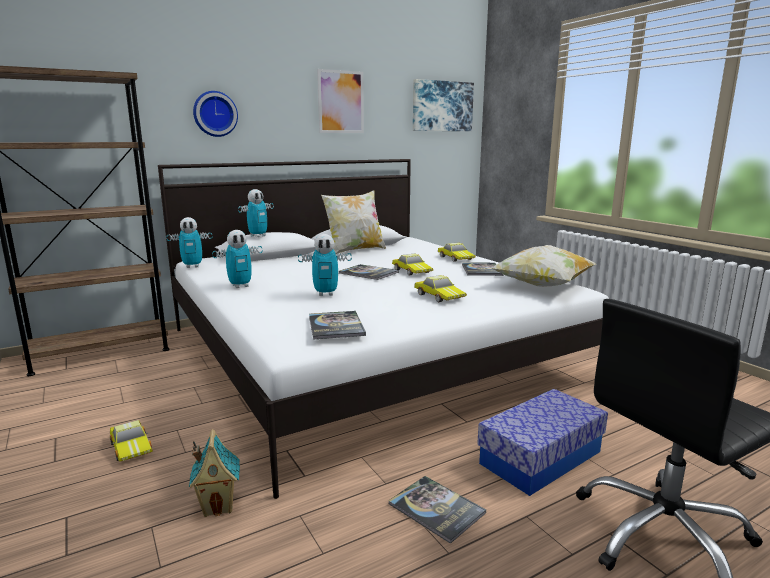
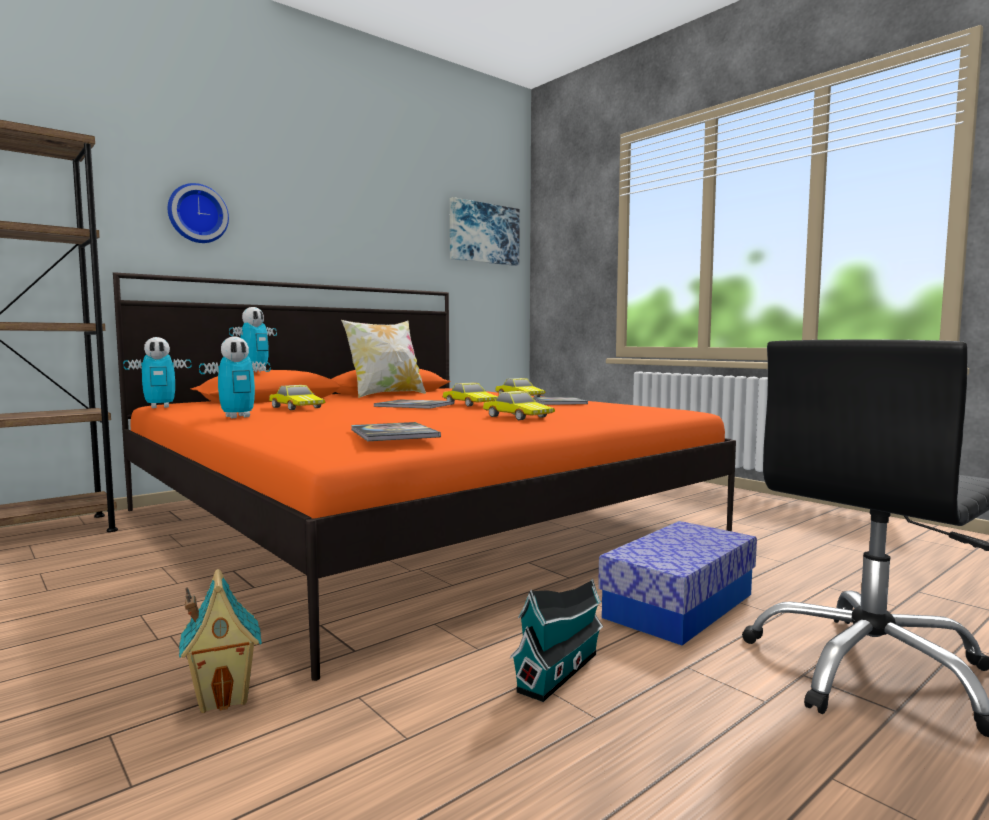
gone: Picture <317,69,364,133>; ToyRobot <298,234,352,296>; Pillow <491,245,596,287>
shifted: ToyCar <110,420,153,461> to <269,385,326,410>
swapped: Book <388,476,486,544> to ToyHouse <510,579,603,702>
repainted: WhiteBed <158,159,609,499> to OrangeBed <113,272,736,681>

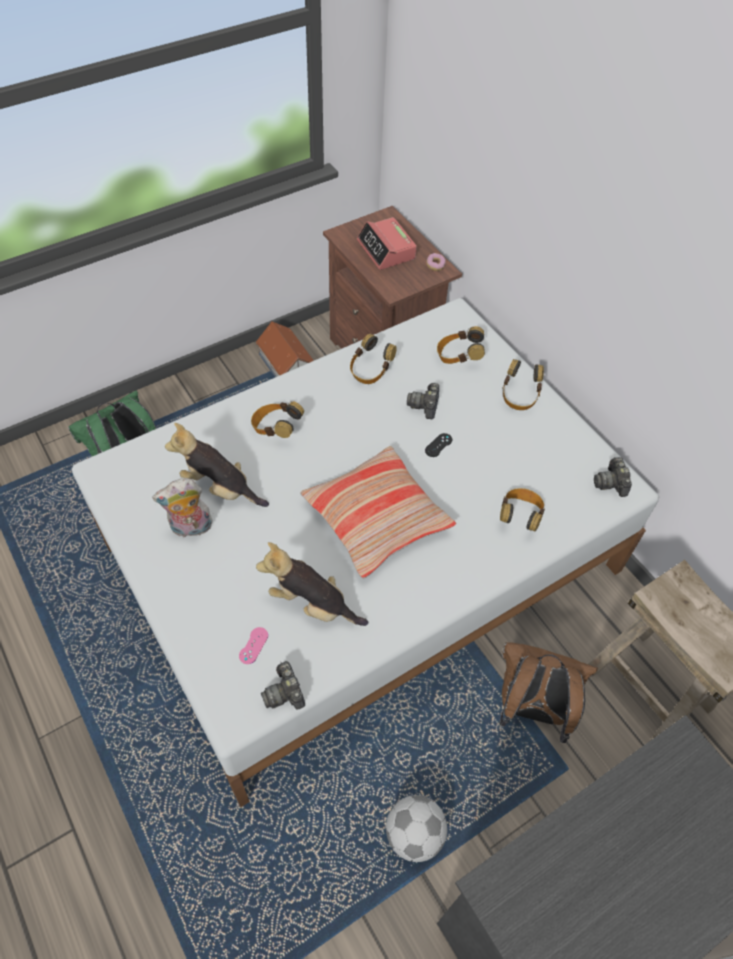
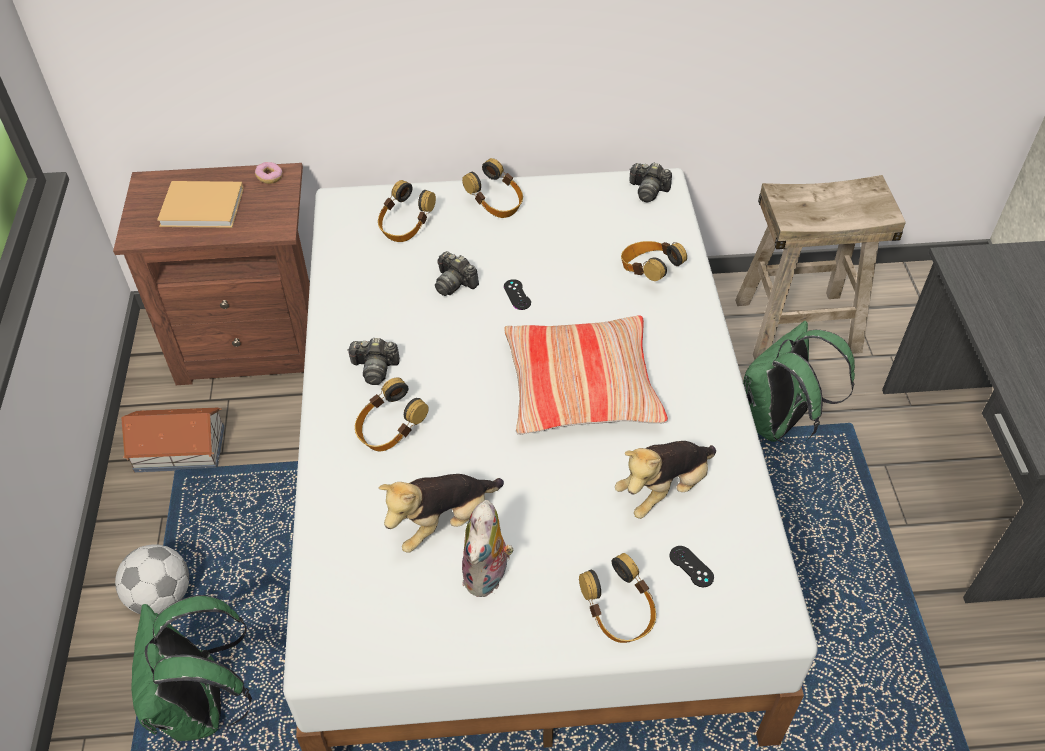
shifted: Headphones <350,333,397,384> to <579,553,656,643>; PhotoCamera <261,661,305,709> to <347,338,400,385>; Football <386,795,447,862> to <115,544,189,614>
swapped: AlarmClock <357,217,417,270> to BeigeBook <157,181,244,228>
repainted: PinkGameController <239,627,268,664> to BlackGameController <669,546,714,587>; BrownBackpack <500,642,598,743> to GreenBackpack <743,321,855,445>

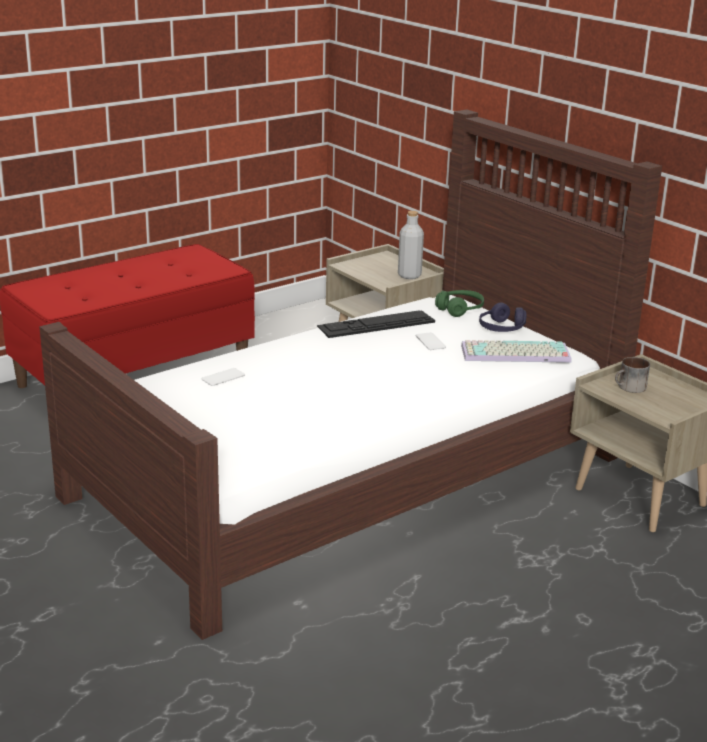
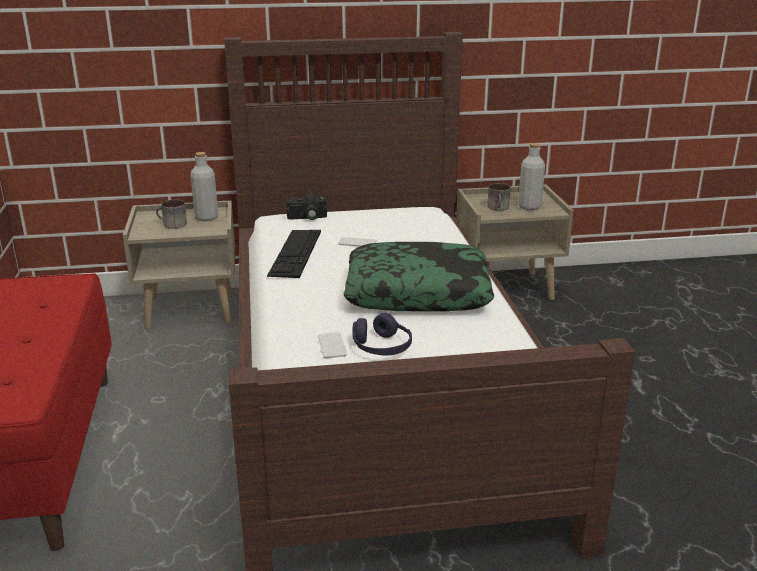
gone: Keyboard <461,340,572,363>
new: GreyBottle <518,143,545,210>; Mug <156,200,187,229>; Pillow <344,242,494,312>
shifted: PurpleHeadphones <479,302,526,332> to <352,313,412,356>
swapped: GreenHeadphones <435,290,484,317> to PhotoCamera <286,194,327,220>

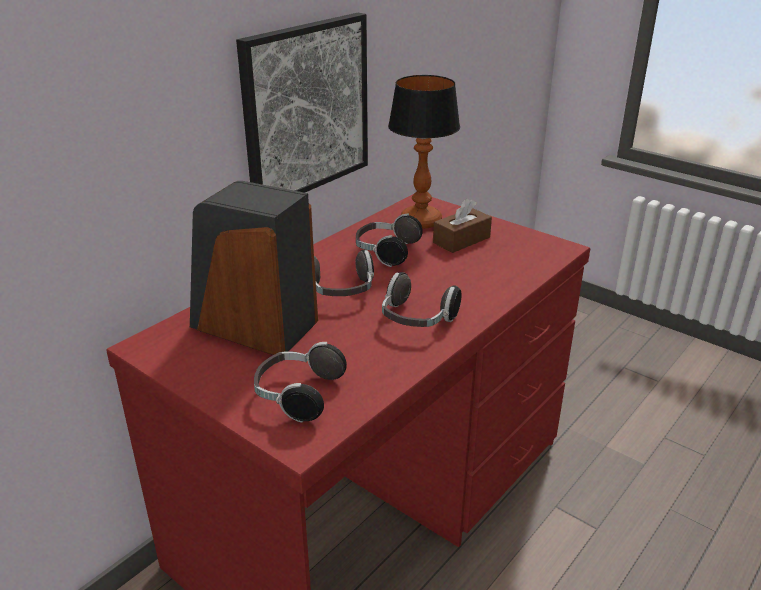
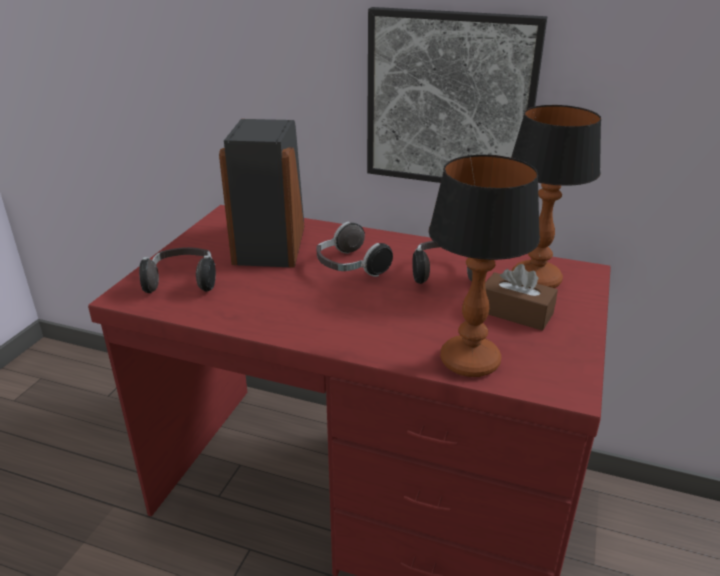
gone: Headphones <382,272,462,327>
new: TableLamp <429,154,540,377>

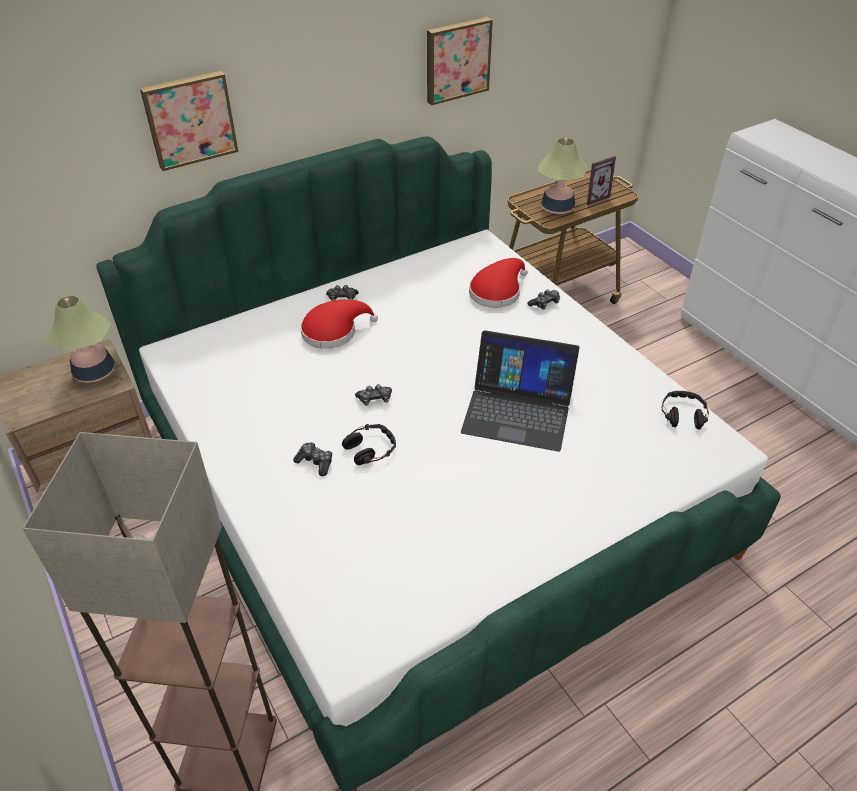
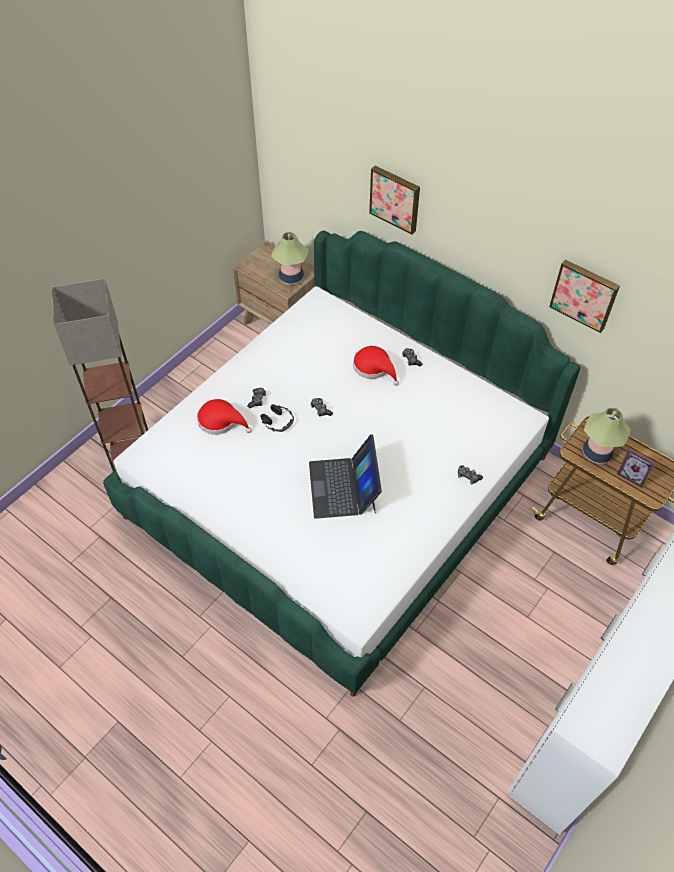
gone: Headphones <661,391,709,429>
shifted: RedHat <469,258,528,308> to <197,399,252,435>

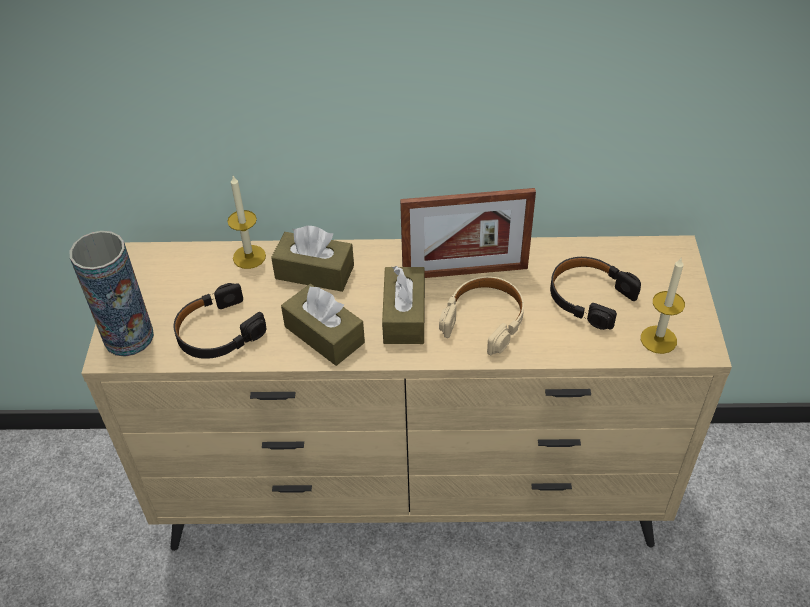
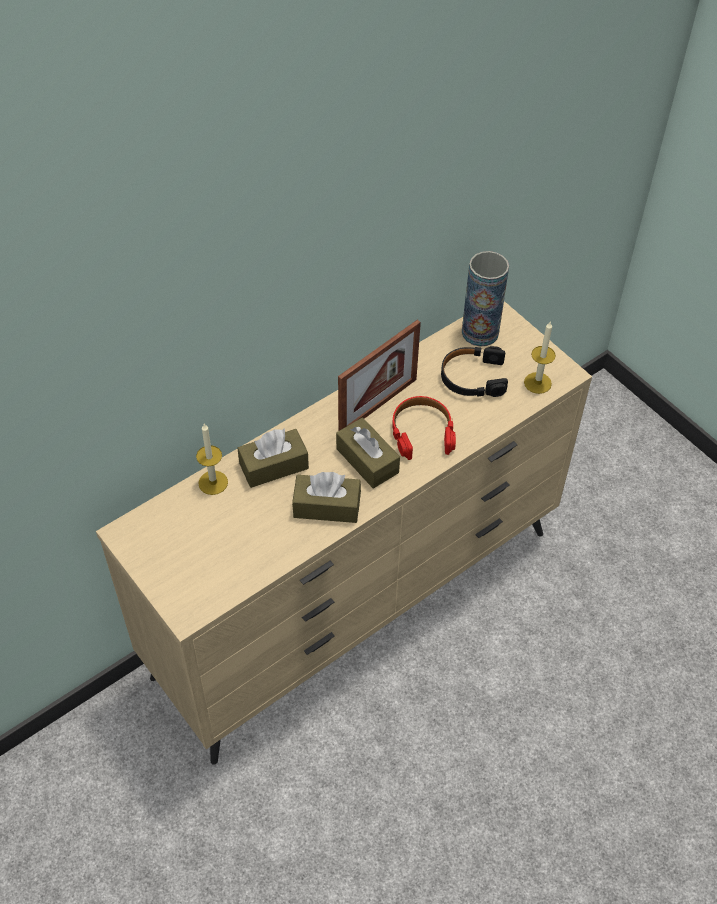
gone: BlackHeadphones <174,283,266,359>
shifted: Vase <70,231,154,357> to <462,251,509,347>
repainted: BeigeHeadphones <439,276,524,355> to RedHeadphones <392,396,456,460>

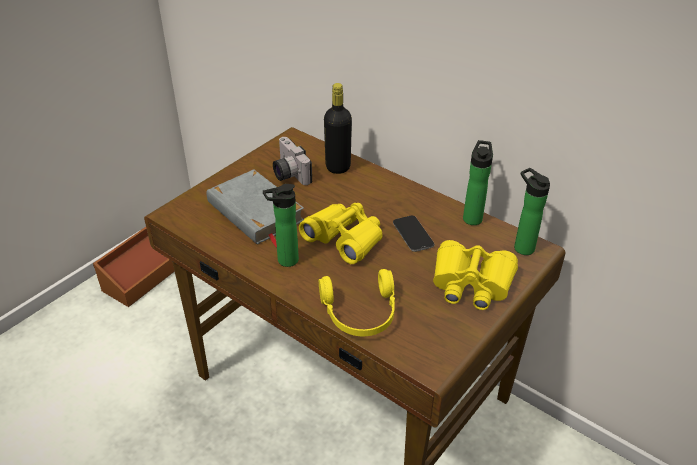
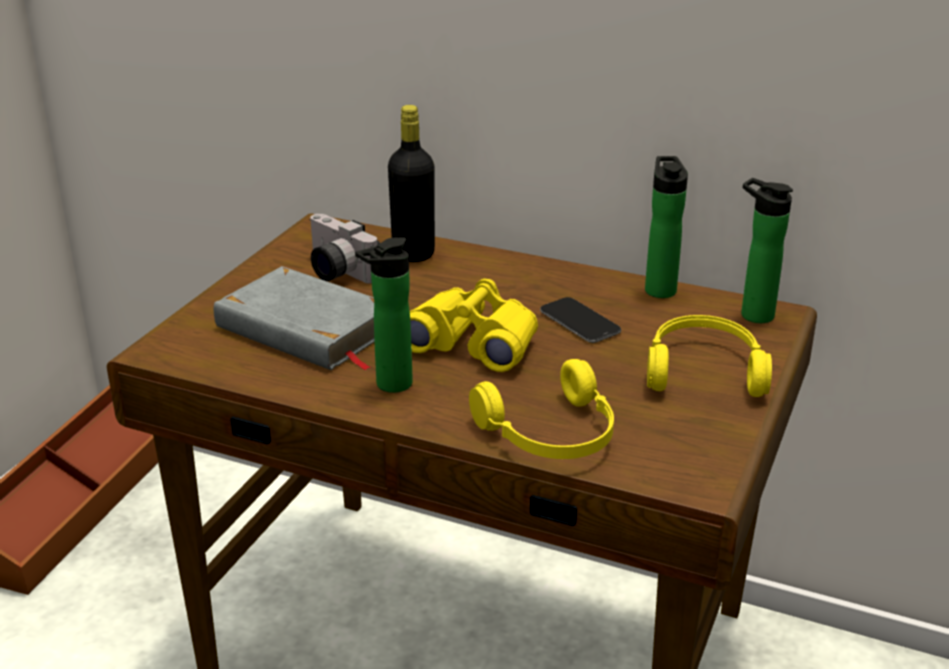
swapped: YellowBinoculars <433,240,518,310> to YellowHeadphones <647,315,772,397>

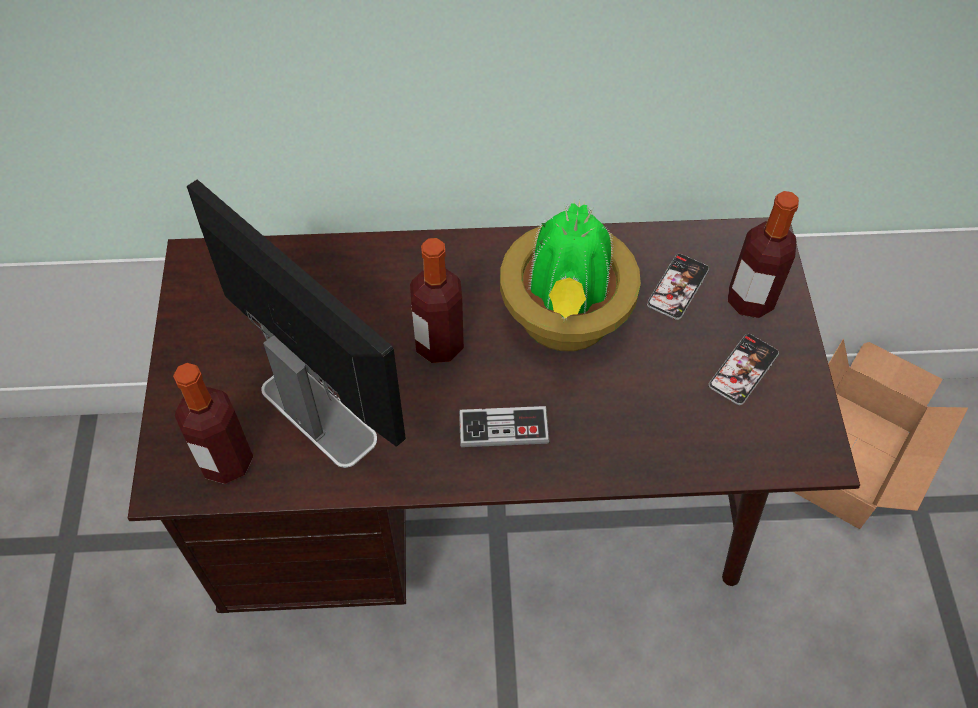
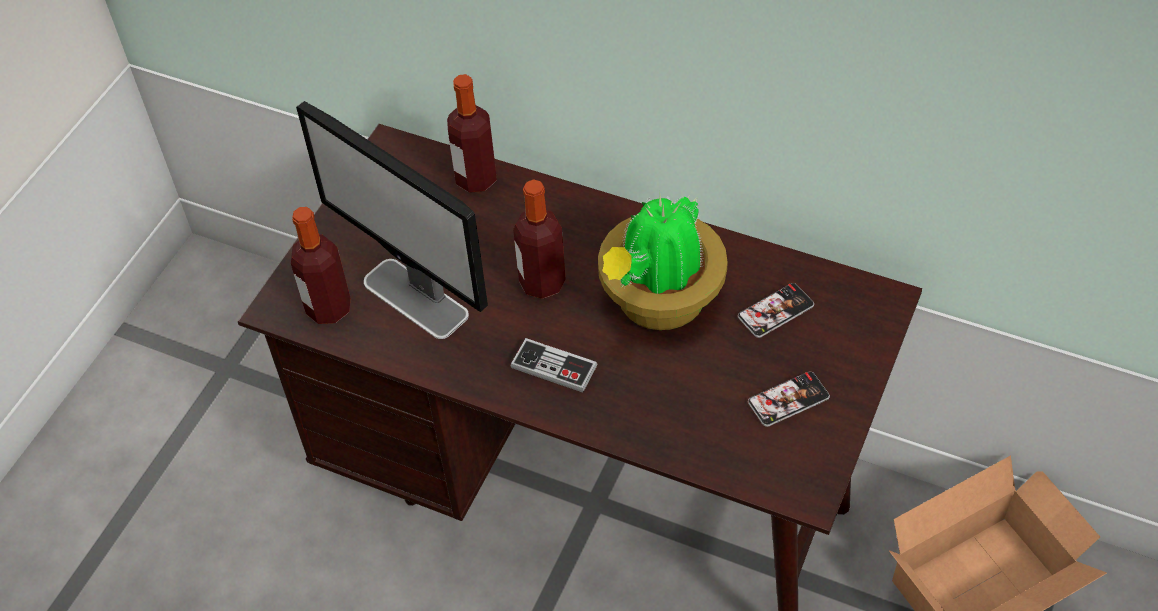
shifted: Bottle <728,191,799,318> to <447,74,497,193>
rotated: Monitor <187,179,406,468> = <296,101,488,339> 150 degrees clockwise

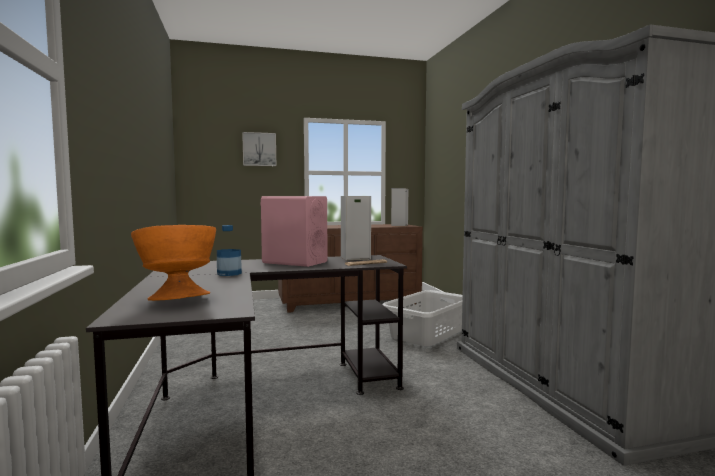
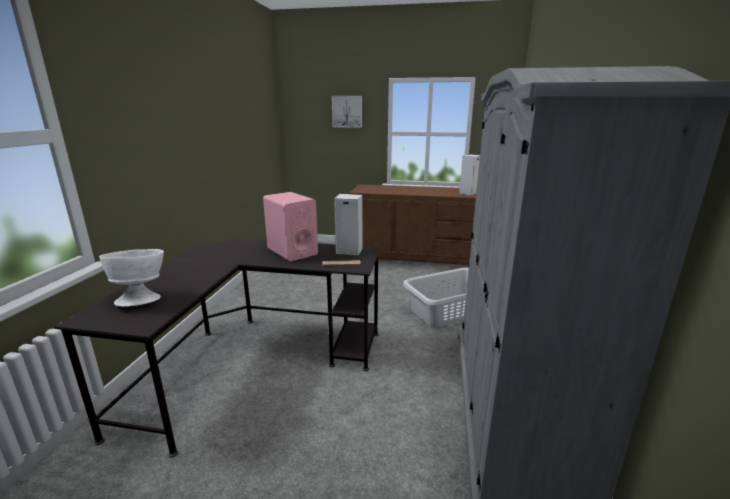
gone: Bottle <217,225,242,276>
repainted: OrangeBowl <131,225,216,301> to WhiteBowl <99,249,164,307>

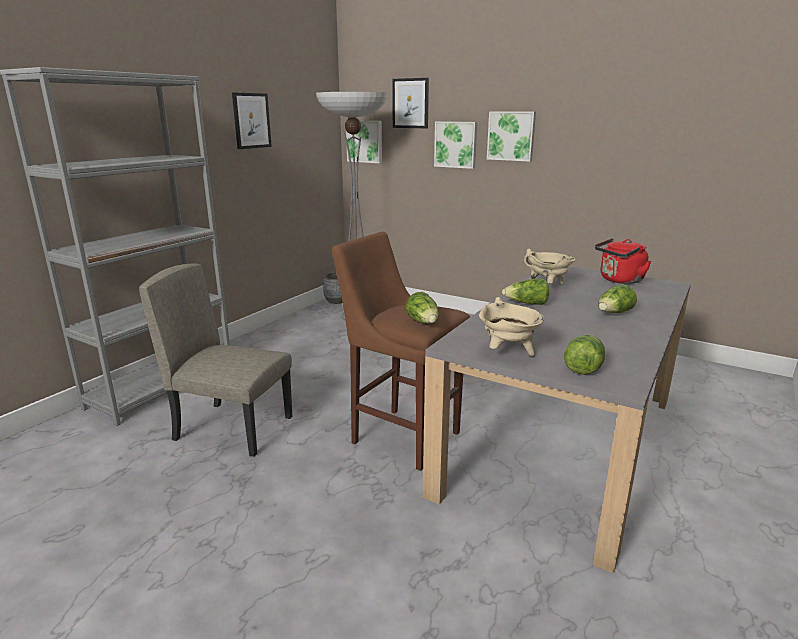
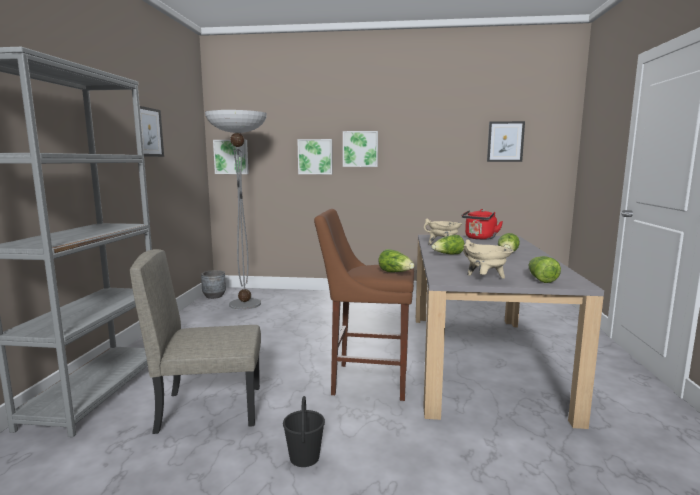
new: BlackBucket <283,396,325,467>
shifted: Picture <392,78,429,128> to <487,121,525,162>

